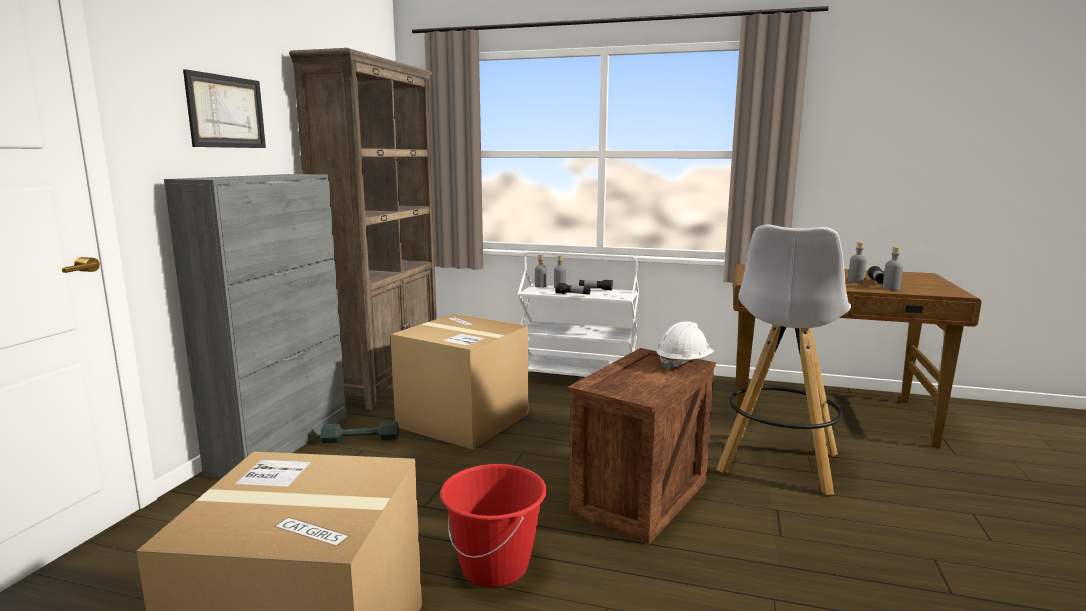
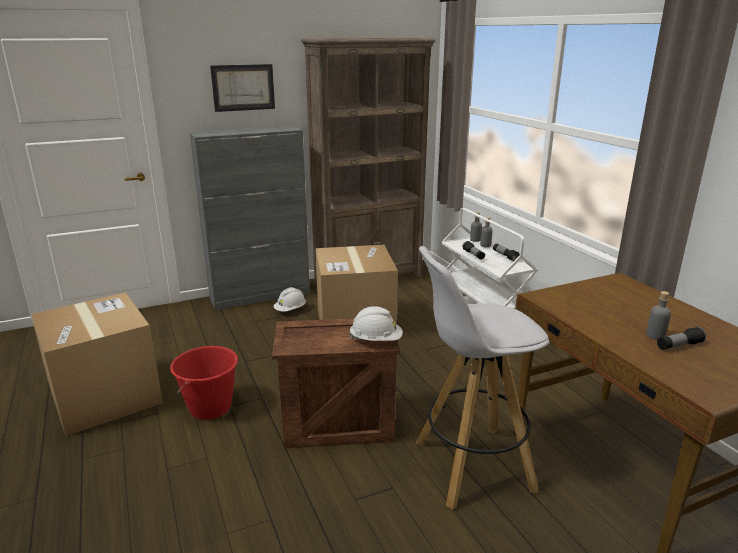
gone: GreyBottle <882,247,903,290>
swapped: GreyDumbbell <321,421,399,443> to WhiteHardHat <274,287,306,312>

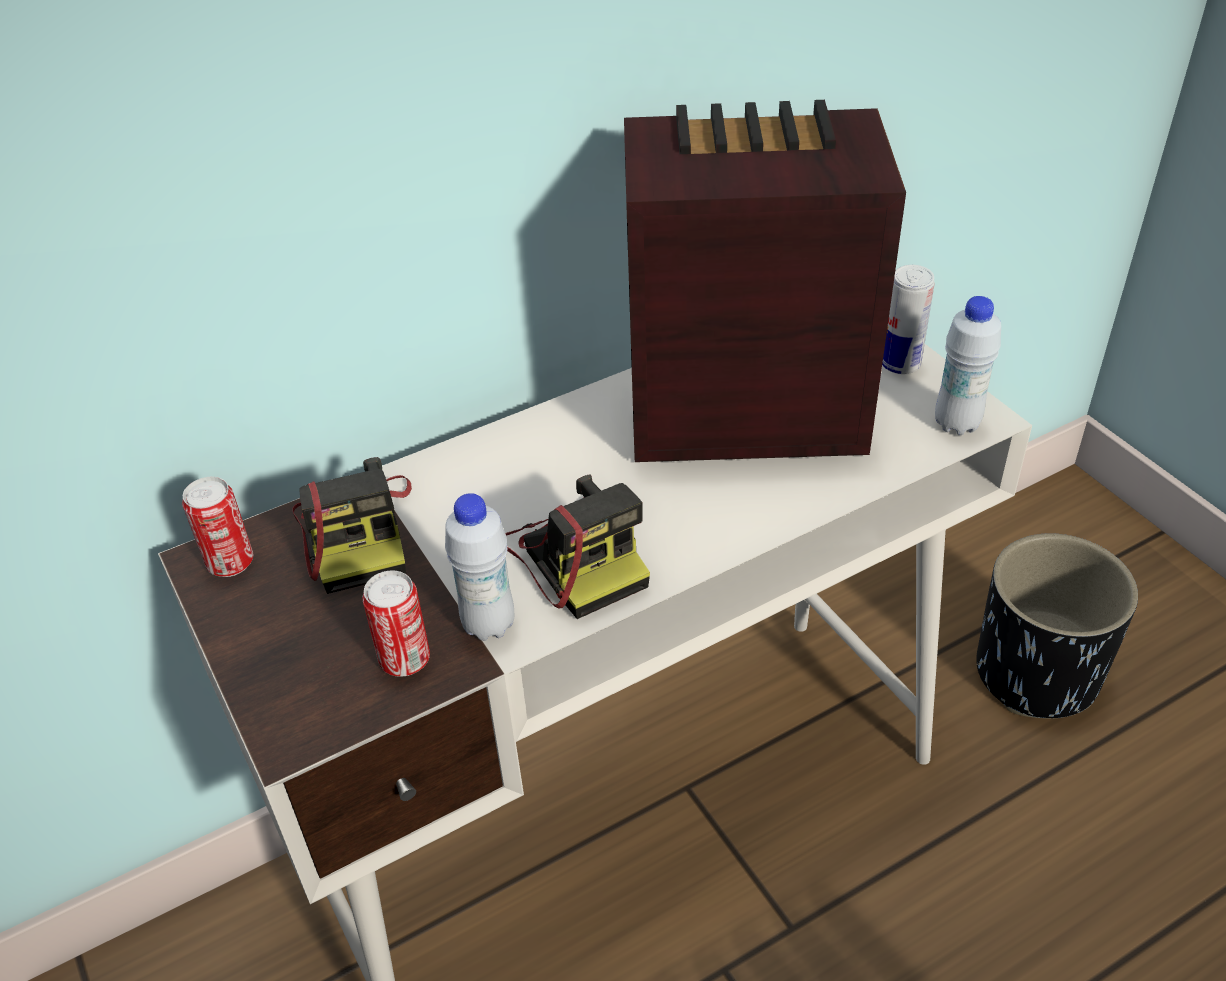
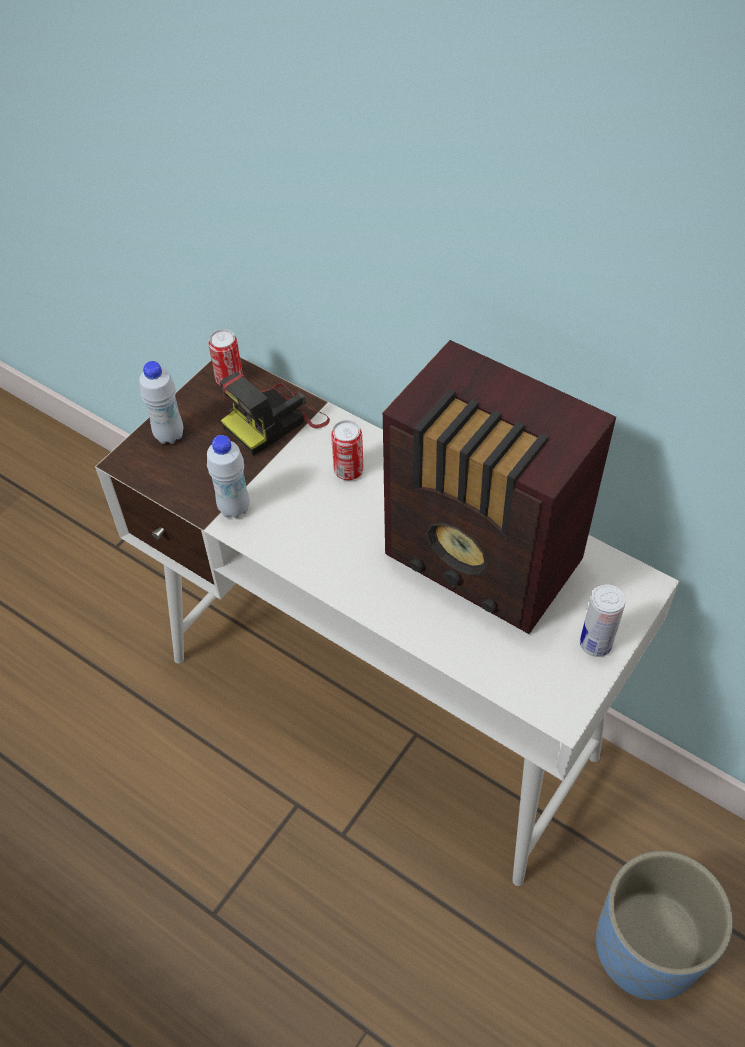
gone: PhotoCamera <505,474,650,619>
shifted: WhiteBottle <935,296,1001,435> to <139,361,184,444>; Can <362,570,430,677> to <331,420,364,480>
repainted: BlackPlanter <976,533,1138,719> to BluePlanter <596,851,733,1001>
rotated: Radio <624,100,906,462> = <383,340,616,634> 150 degrees clockwise

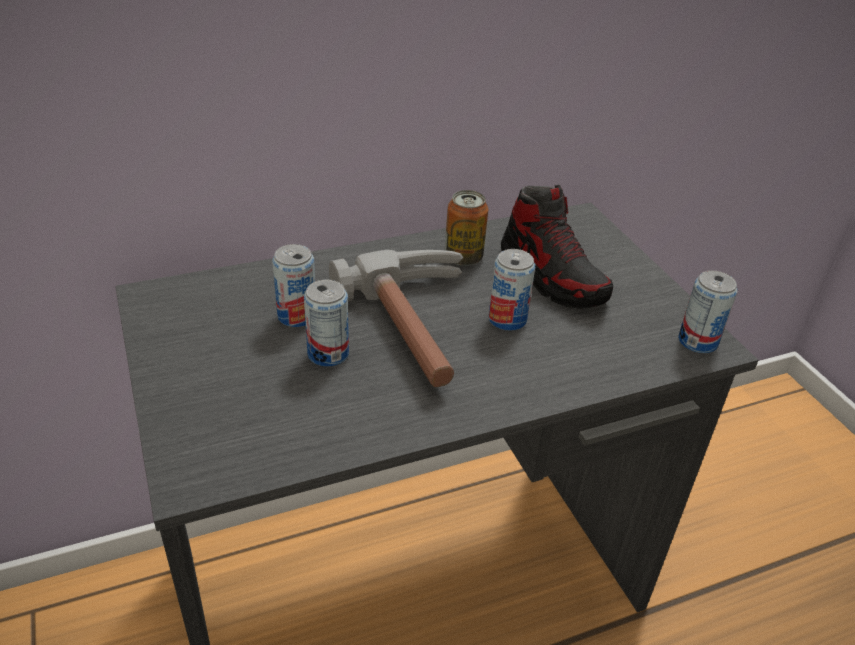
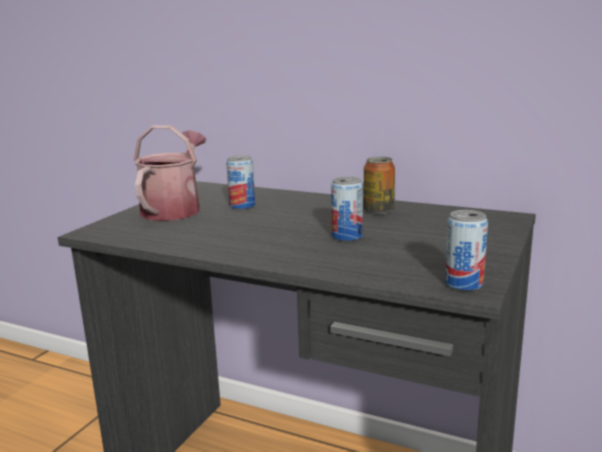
gone: Shoe <501,185,613,309>; Hammer <329,250,463,387>; Can <304,280,349,366>
new: WateringCan <134,125,206,221>

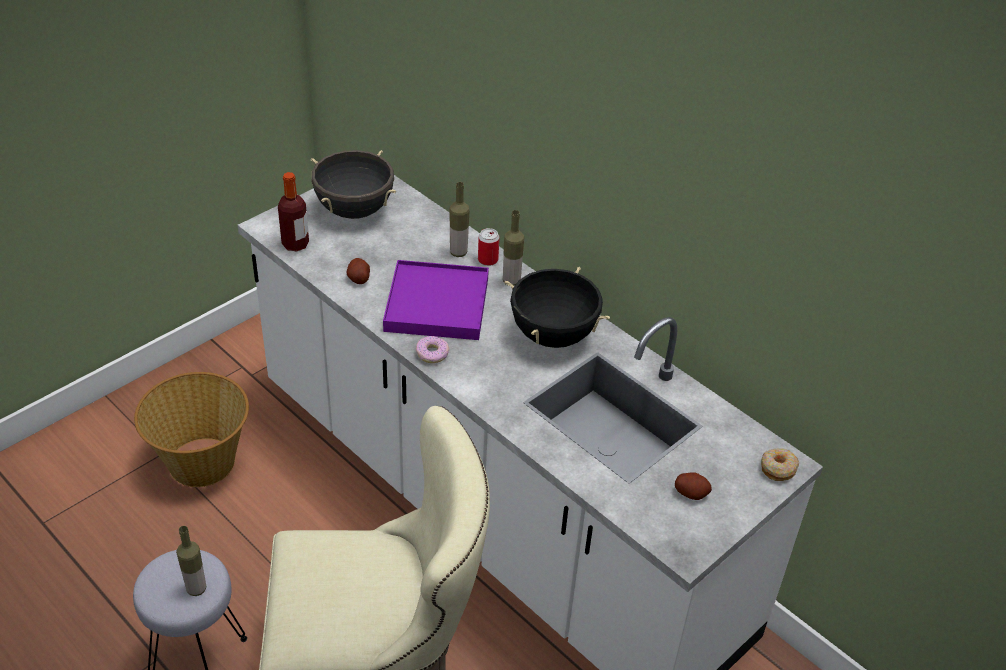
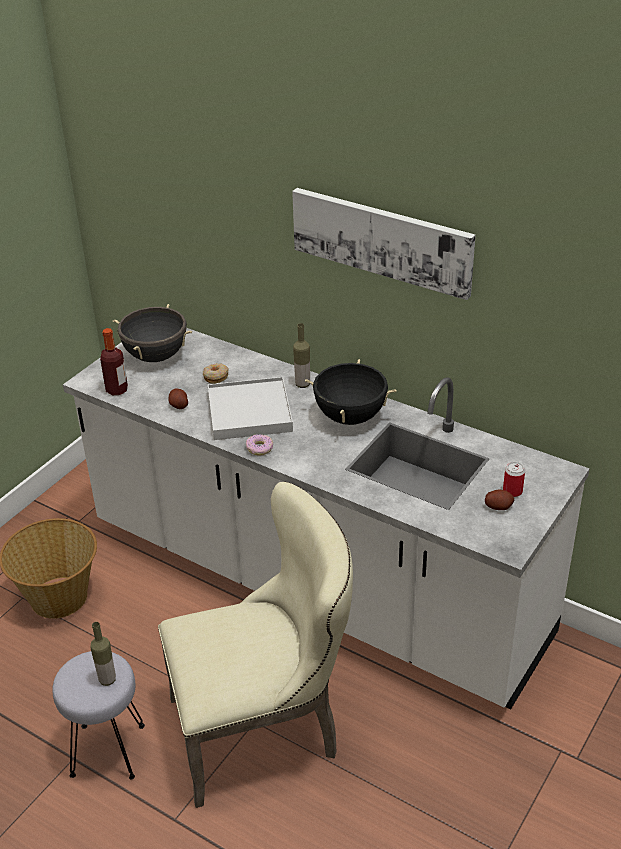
gone: Bottle <450,182,469,257>
new: Picture <292,188,476,300>
shifted: Can <478,228,499,266> to <503,462,525,497>; Donut <761,448,799,481> to <203,363,229,384>
repainted: PurpleTray <383,260,489,340> to WhiteTray <208,377,293,440>

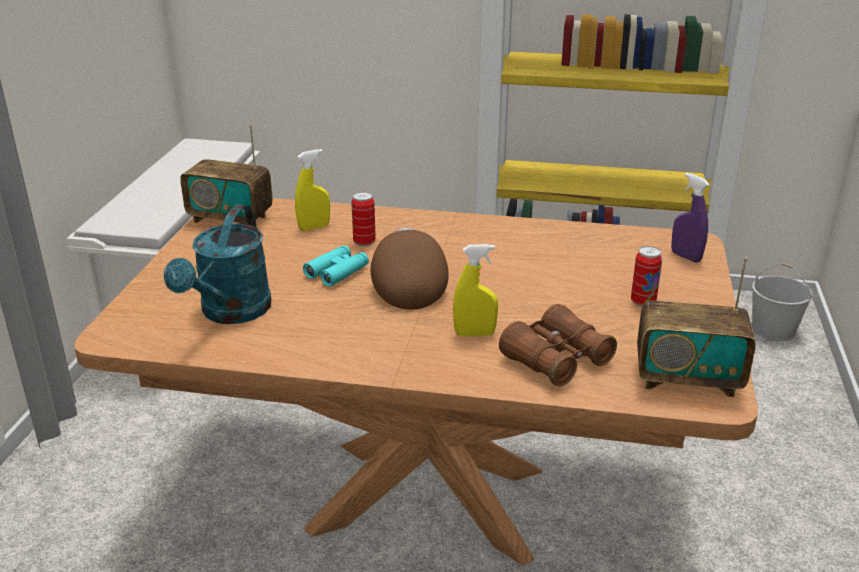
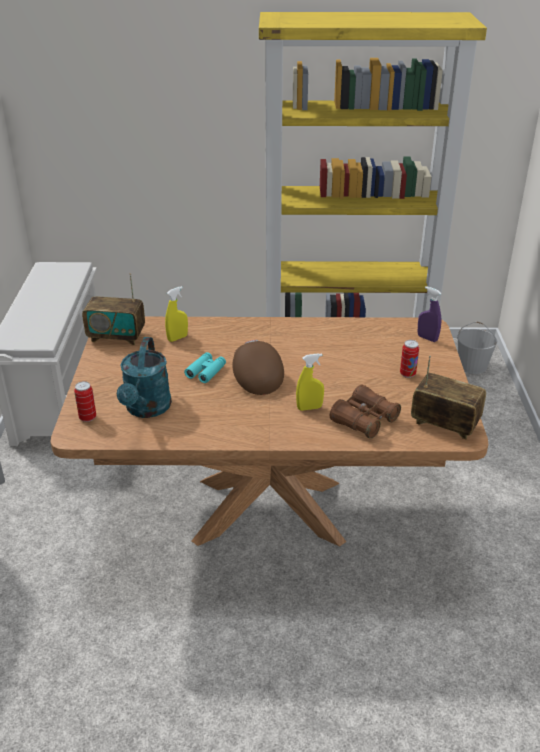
shifted: Can <351,192,376,246> to <74,381,96,422>
rotated: Radio <637,257,756,397> = <411,355,486,439> 150 degrees counterclockwise

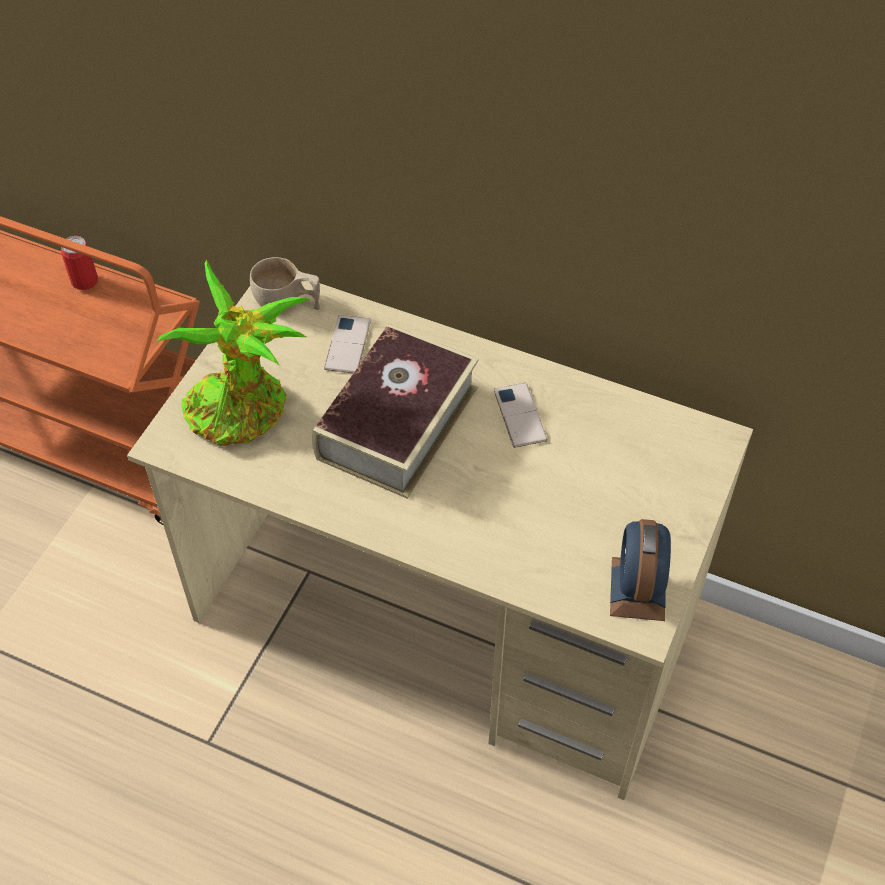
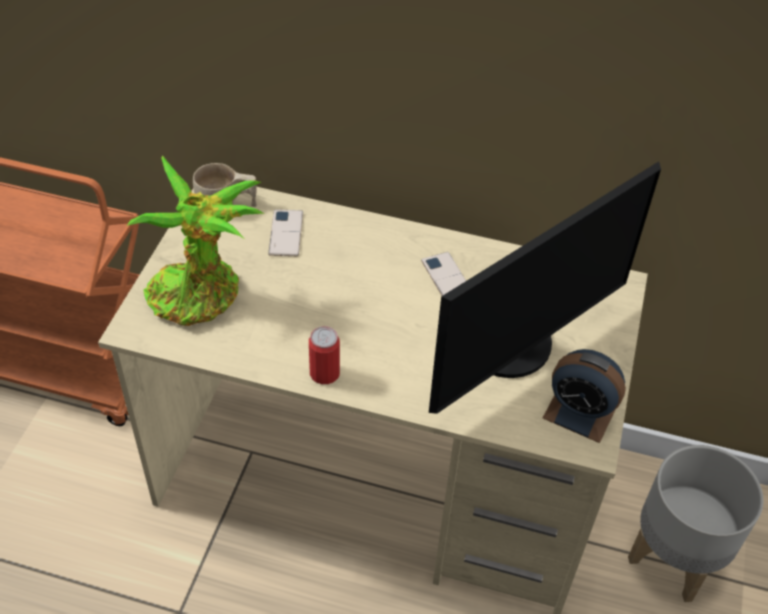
gone: Book <312,324,478,499>
new: Monitor <429,161,661,414>; GreyPlanter <628,445,764,602>
shifted: Can <61,236,98,290> to <309,326,340,384>
rotated: AlarmClock <610,519,671,621> = <543,349,626,443> 60 degrees counterclockwise

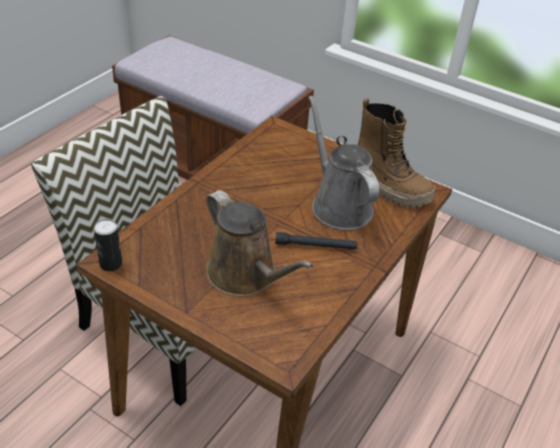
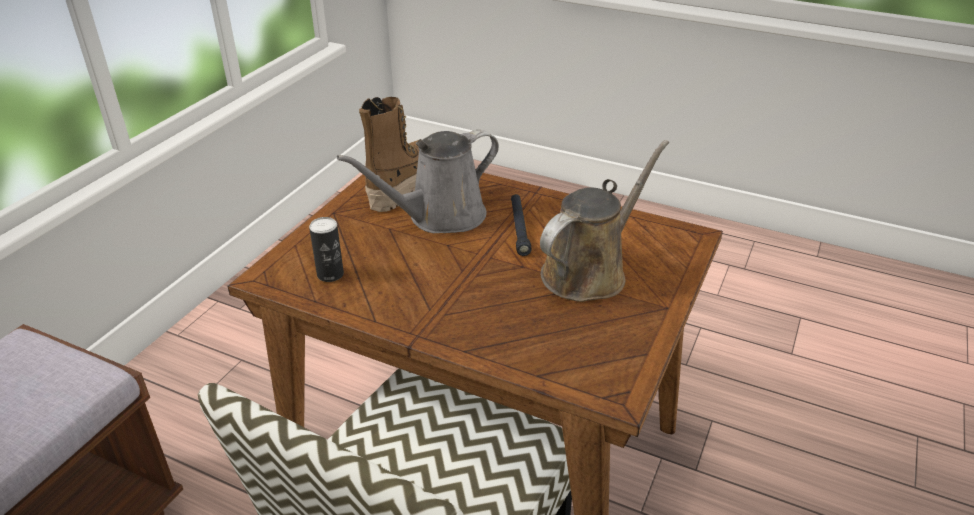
shifted: Can <94,219,122,271> to <309,217,344,282>

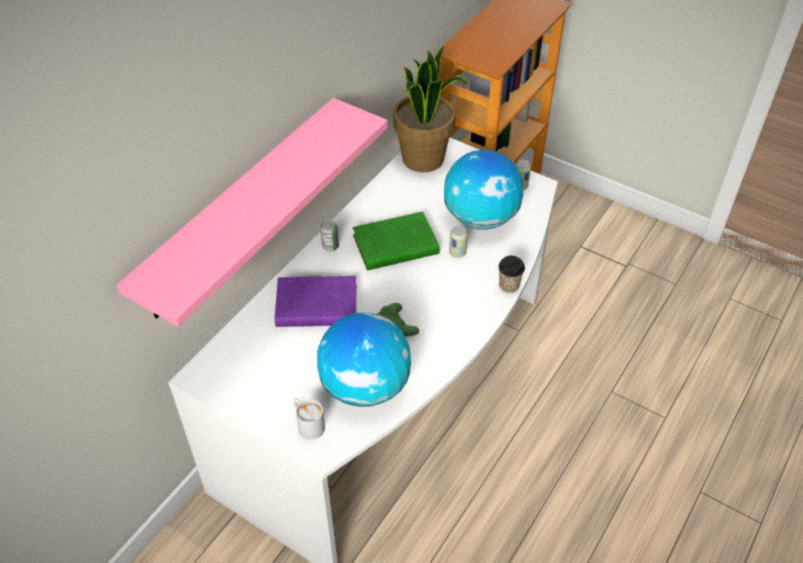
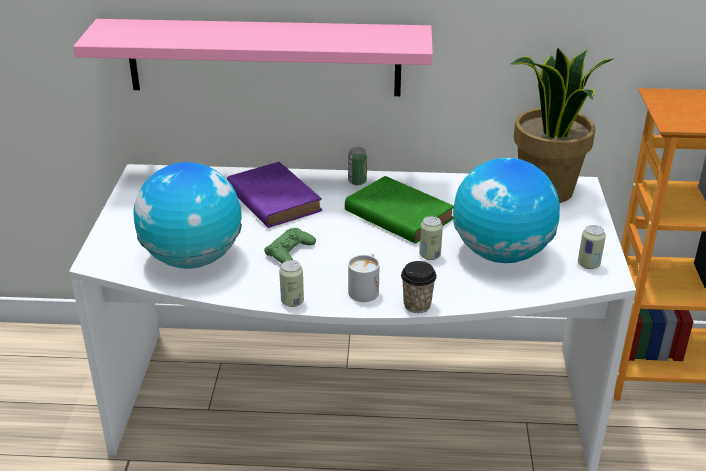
new: Can <279,260,304,307>
shifted: WhiteMug <293,398,325,439> to <348,253,380,302>

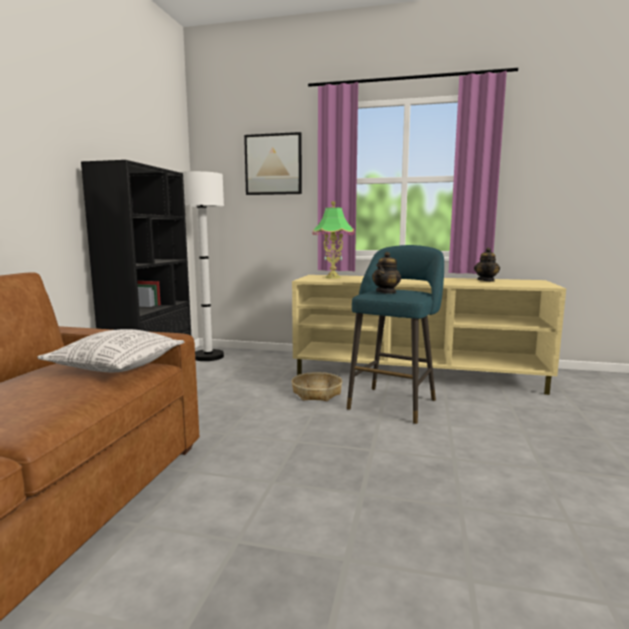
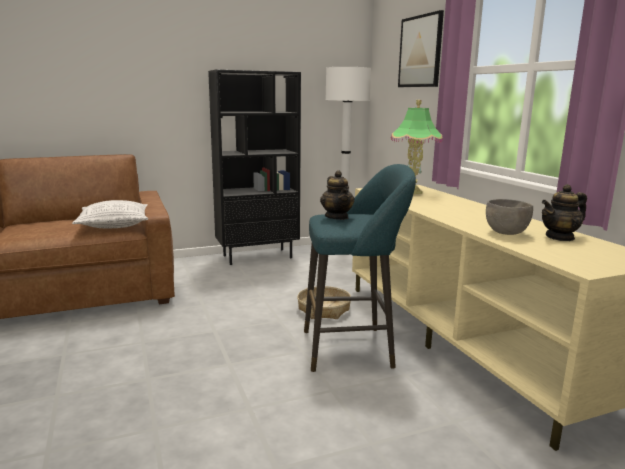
new: GreyBowl <486,199,533,235>
rotated: Teapot <372,252,401,294> = <320,170,355,220> 105 degrees counterclockwise

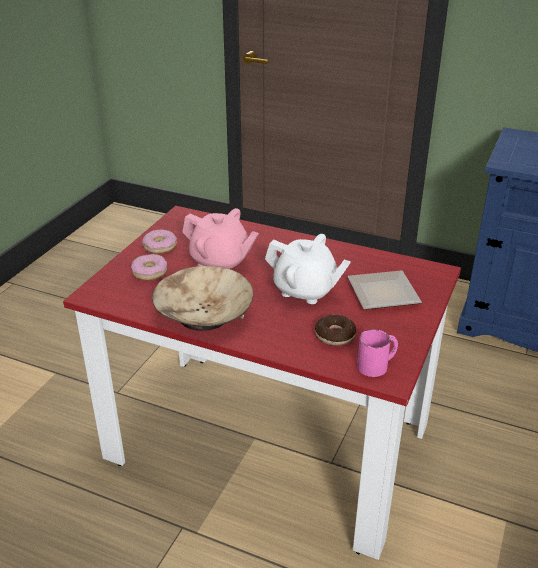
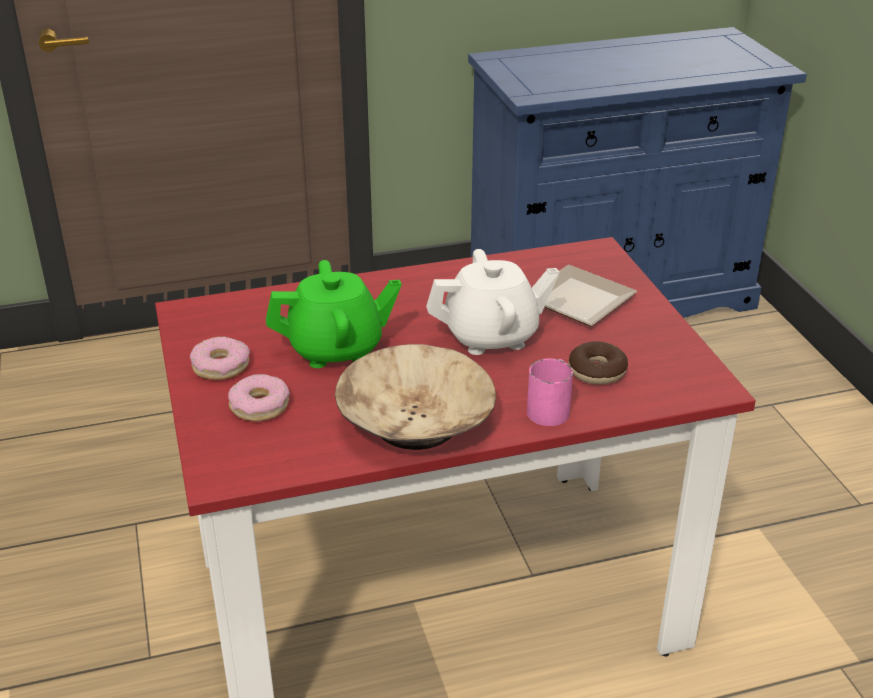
shifted: PinkMug <357,329,398,377> to <527,358,573,426>
repainted: PinkTeapot <182,208,259,269> to GreenTeapot <266,260,402,368>

